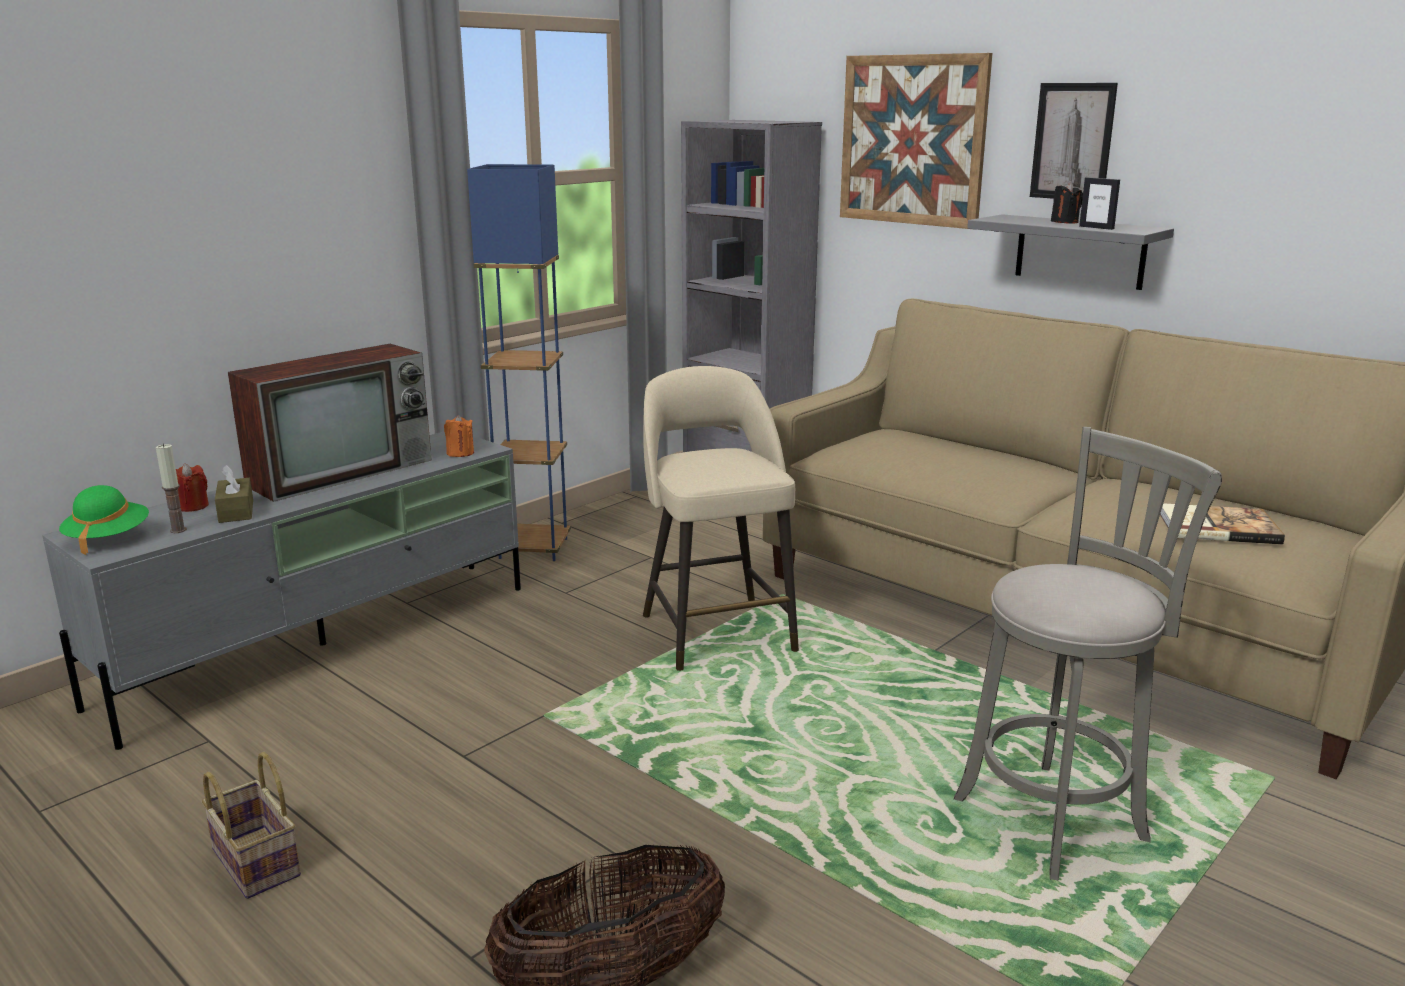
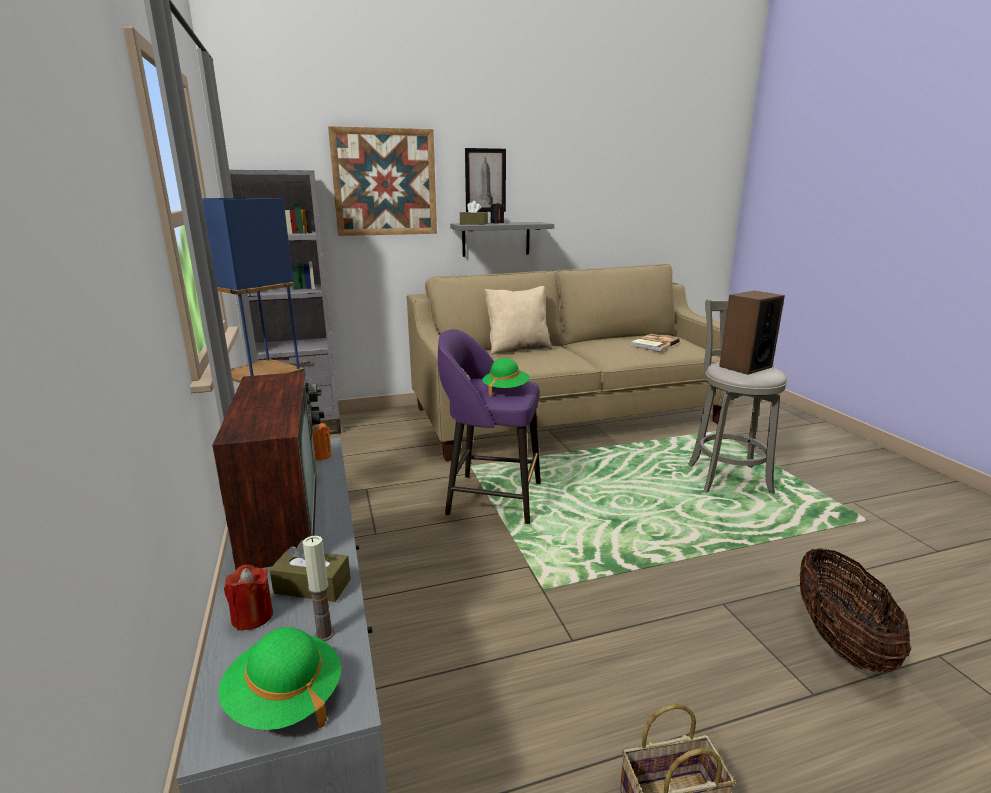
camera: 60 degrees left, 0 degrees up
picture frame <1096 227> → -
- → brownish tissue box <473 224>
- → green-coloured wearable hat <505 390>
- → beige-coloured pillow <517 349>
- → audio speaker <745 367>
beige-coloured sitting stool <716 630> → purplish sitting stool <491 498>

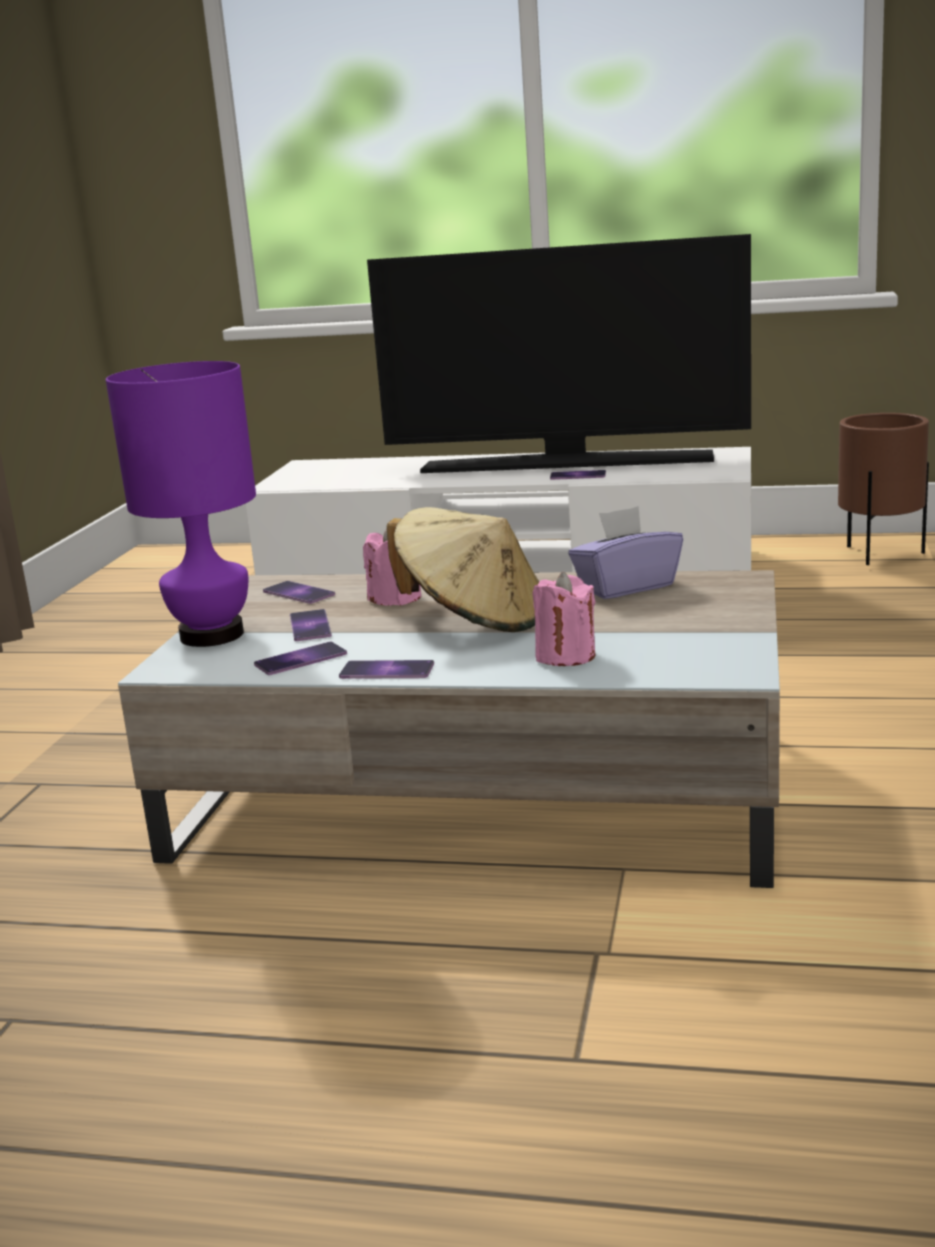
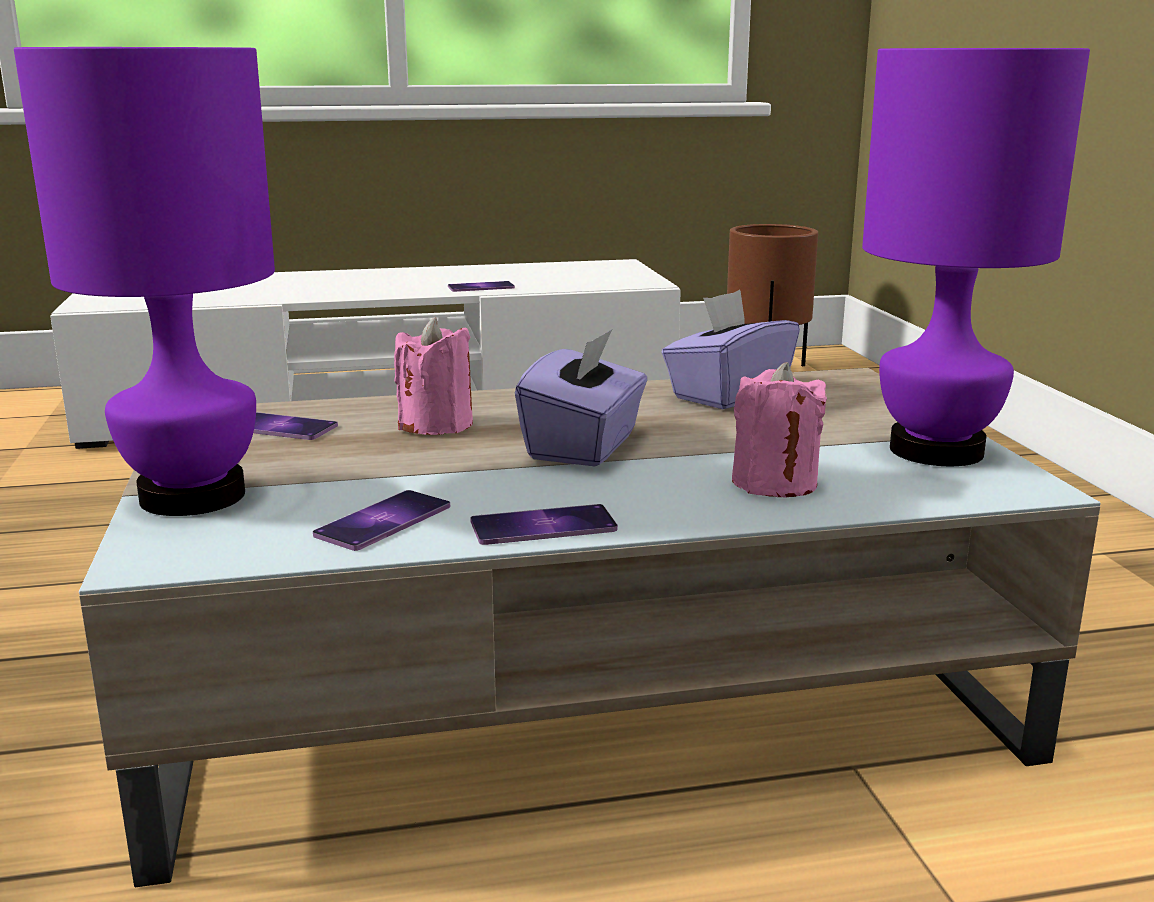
camera: 25 degrees left, 0 degrees up
telephone <310 626> → -
TV <568 464> → -
- → purplish table lamp <938 450>
beige-coloured wearable hat <473 620> → purplish tissue box <585 446>

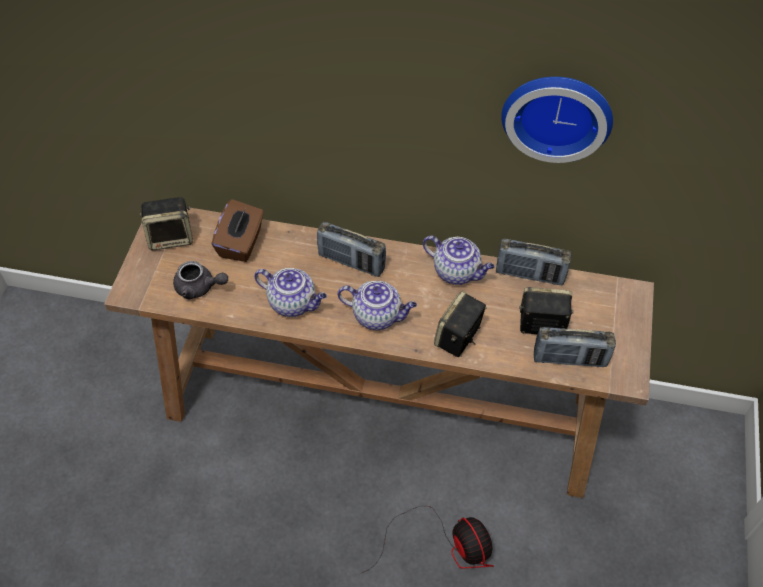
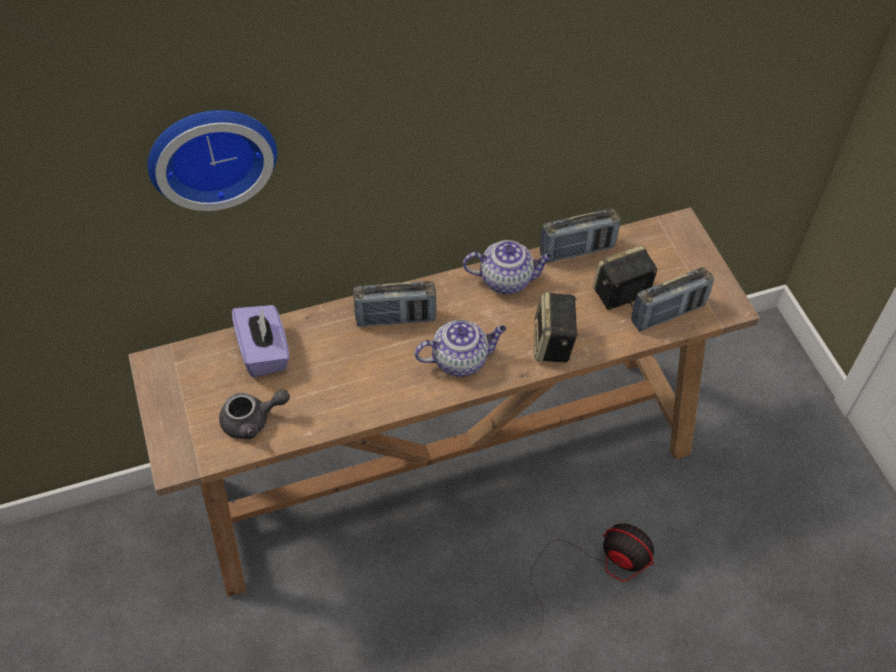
camera: 30 degrees left, 0 degrees up
audio speaker <171 237> → -
teapot <293 303> → -
wall clock <557 113> → wall clock <211 152>, move
brownish tissue box <241 243> → purplish tissue box <265 352>

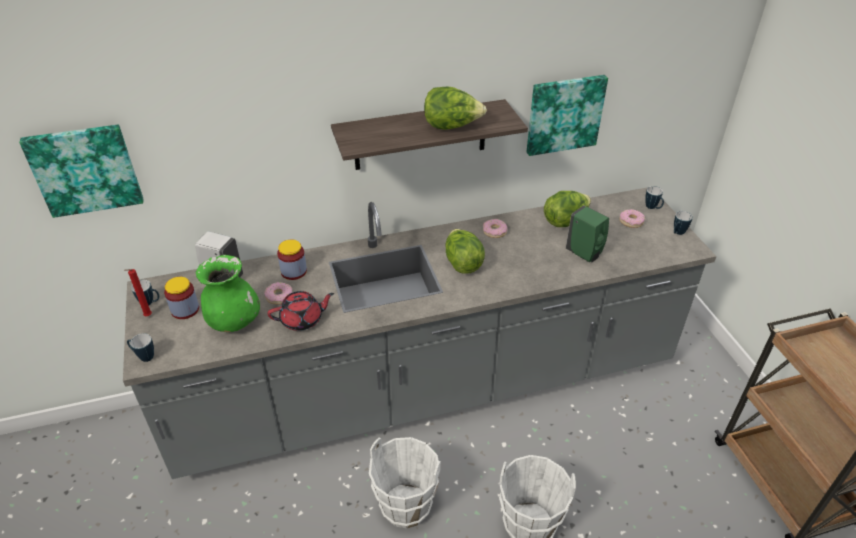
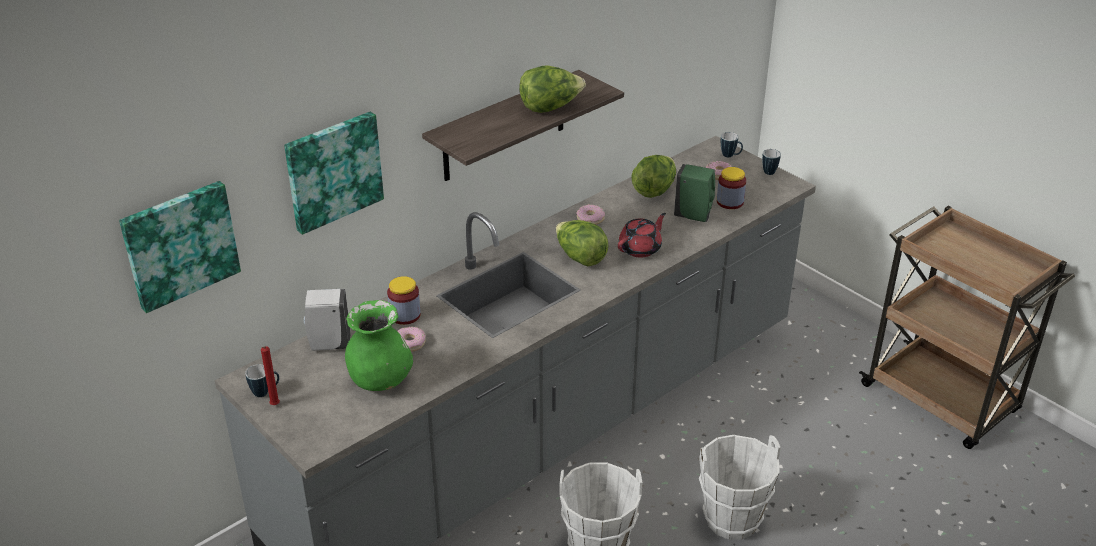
camera: 25 degrees left, 5 degrees down
coffee mug <144 357> → -
preserve jar <185 310> → preserve jar <730 202>, move
reddish teapot <302 320> → reddish teapot <640 248>, move
wall picture <564 114> → wall picture <333 170>, move

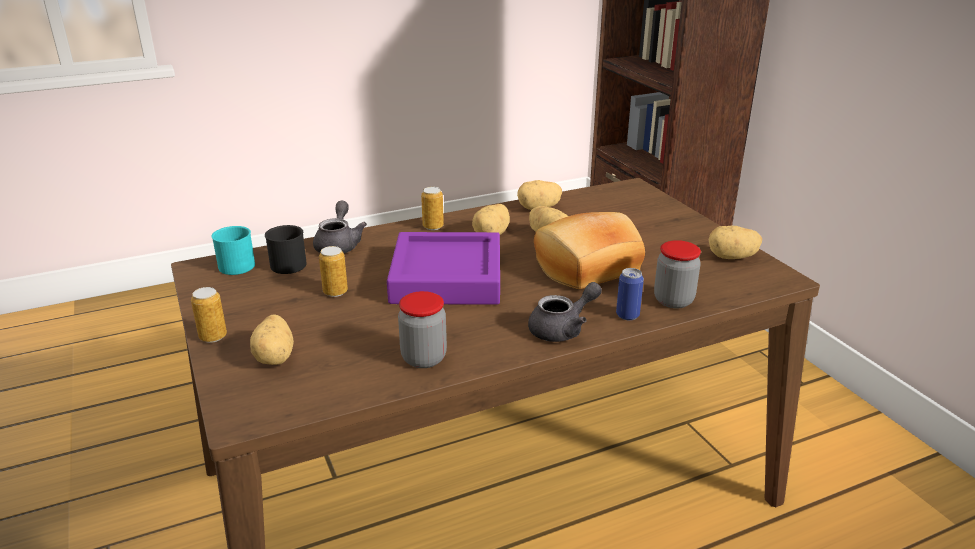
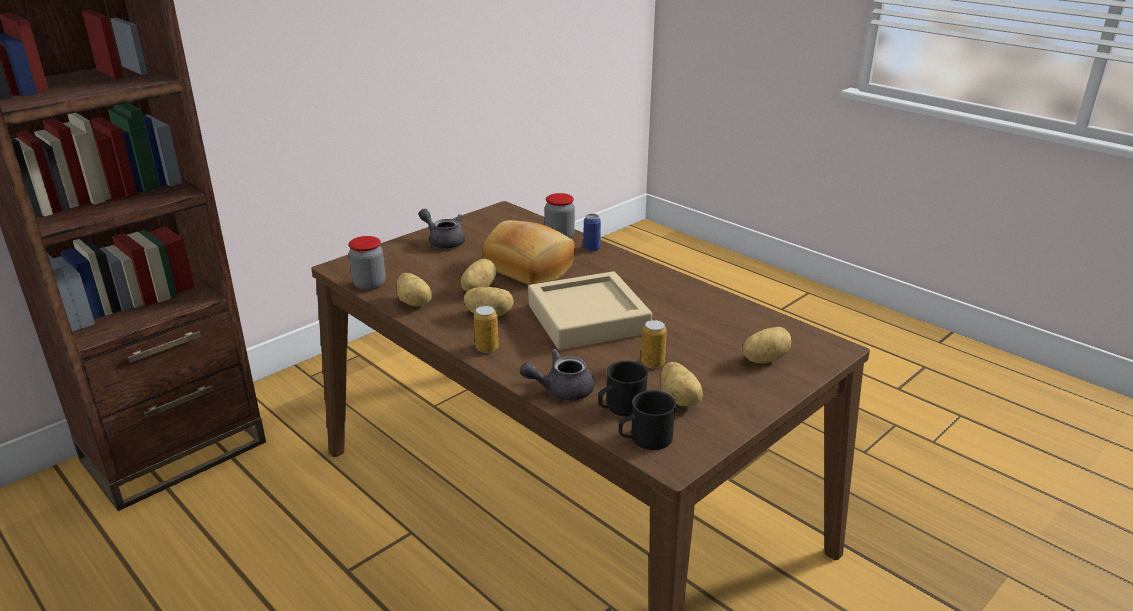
camera: 110 degrees left, 0 degrees up
metal can <213 337> → -
preserve jar <424 358> → preserve jar <369 284>, move
grey teapot <563 329> → grey teapot <444 241>, move
potato <732 257> → potato <680 399>, move
turquoise coffee mug <238 263> → blackish coffee mug <645 439>
purplish serving tray <447 278> → beige-coloured serving tray <588 319>

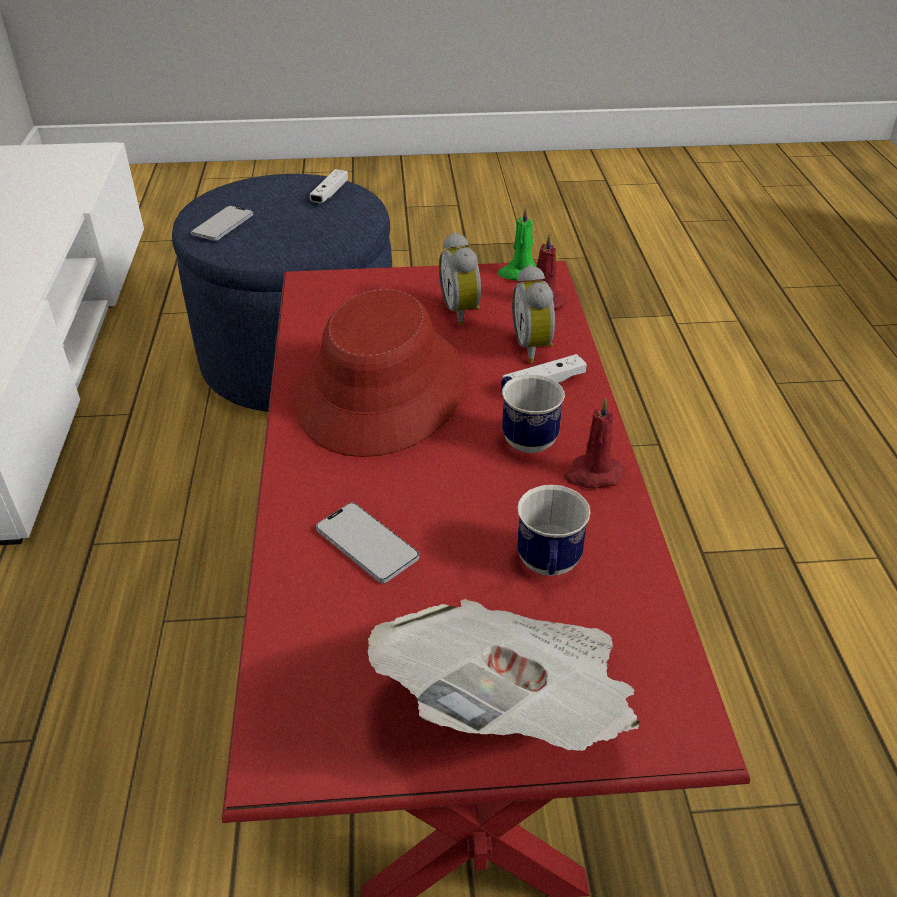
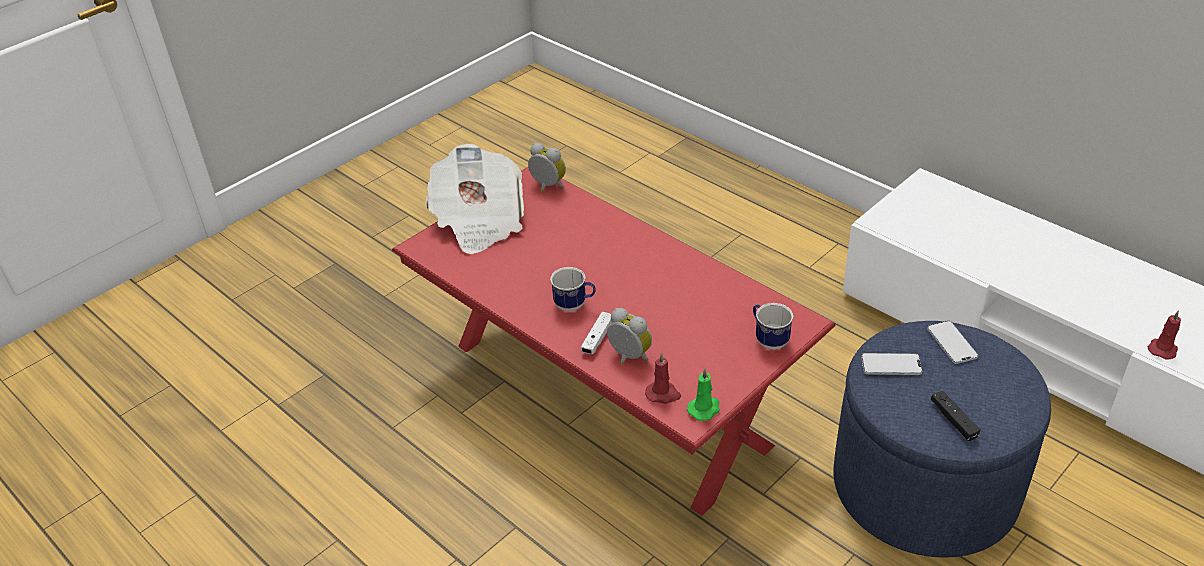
camera: 140 degrees right, 0 degrees up
reddish wearable hat <382 390> → -
telephone <367 544> → telephone <891 365>, move
table clock <463 311> → table clock <547 187>, move
coffee mug <548 568> → coffee mug <768 339>, move
reddish wax light <592 474> → reddish wax light <1162 349>, move
white joypad <330 194> → blackish joypad <953 420>

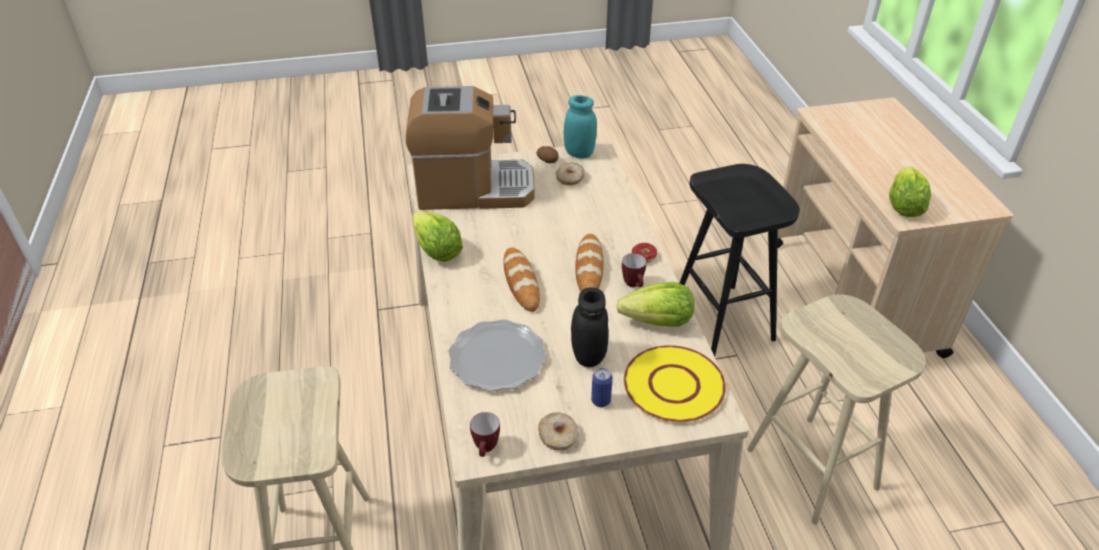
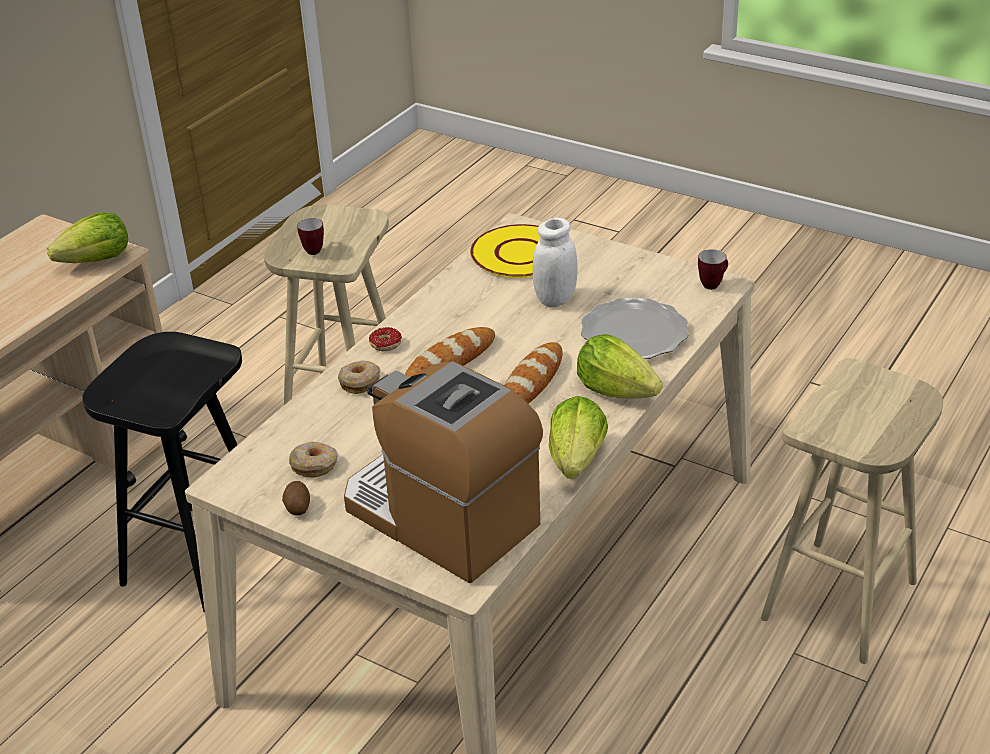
camera: 135 degrees left, 5 degrees down
turquoise preserve jar <579 153> → -
metal can <601 401> → -
ring doughnut <558 436> → ring doughnut <359 382>, move
lettuce <658 322> → lettuce <616 390>, move
coffee mug <634 285> → coffee mug <315 249>, move
blackish preserve jar <588 356> → white preserve jar <555 299>

